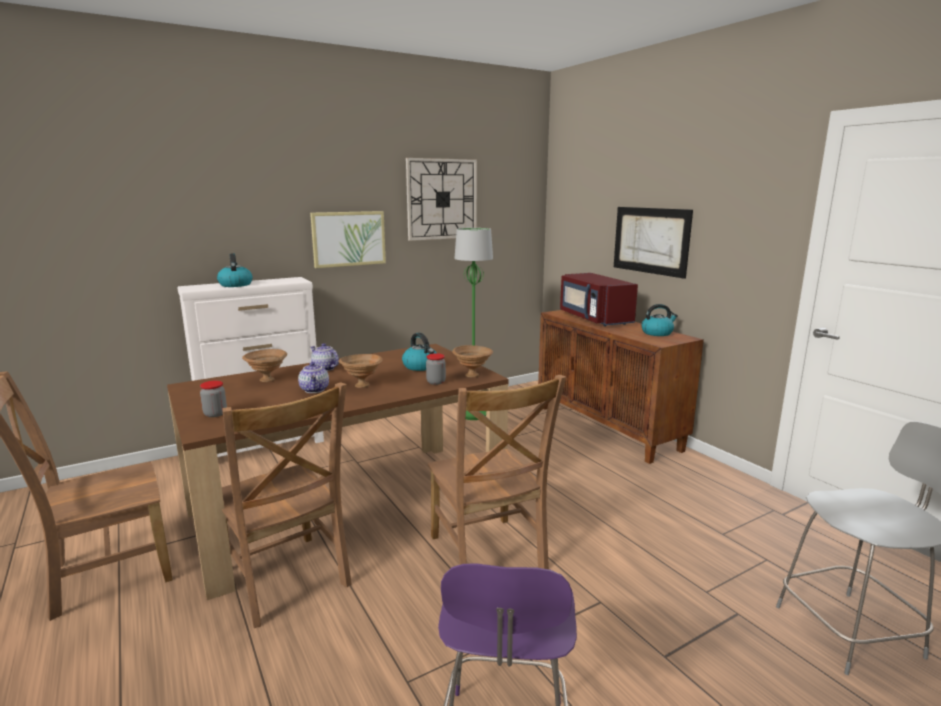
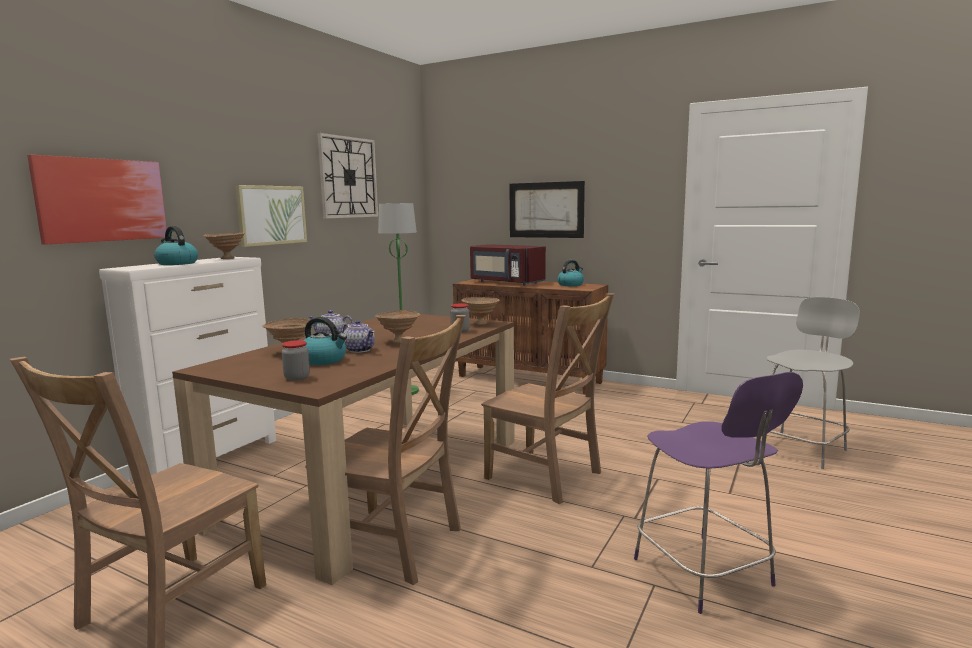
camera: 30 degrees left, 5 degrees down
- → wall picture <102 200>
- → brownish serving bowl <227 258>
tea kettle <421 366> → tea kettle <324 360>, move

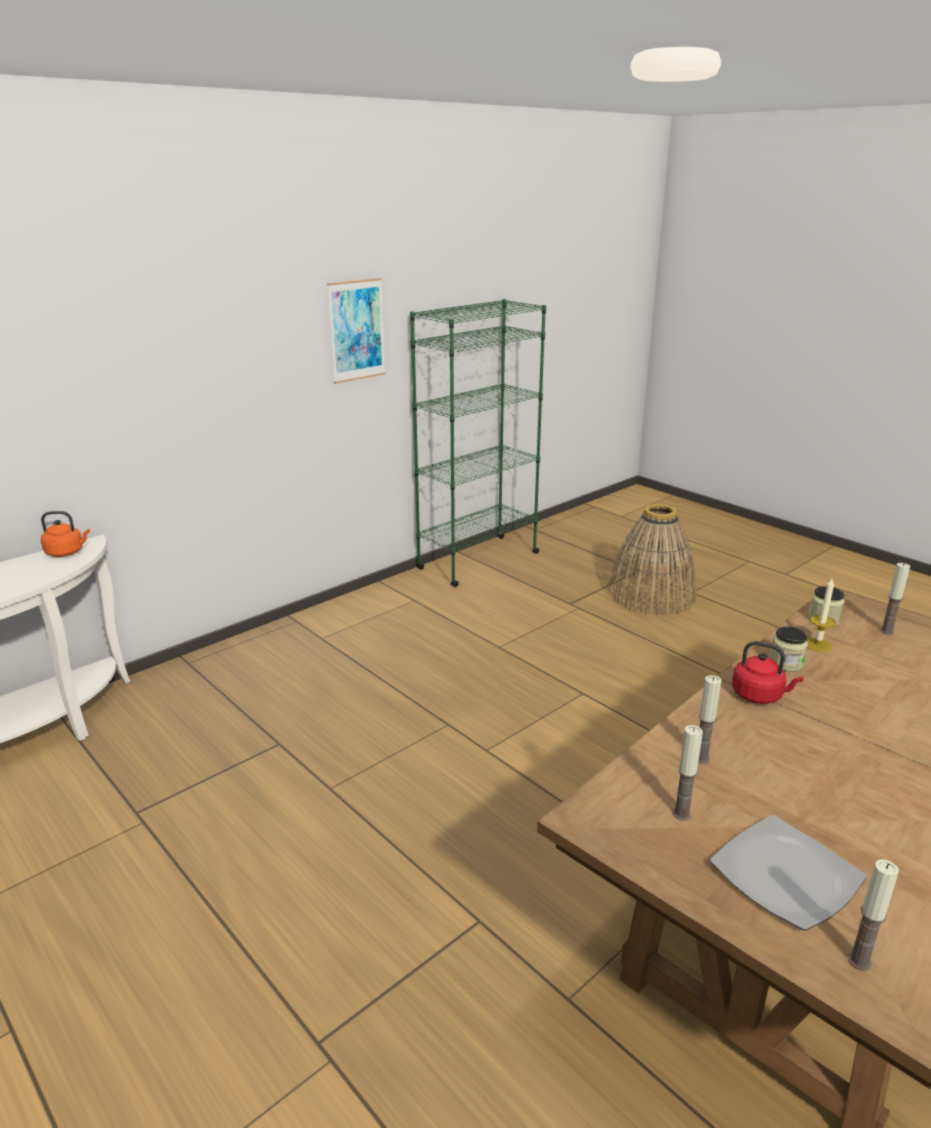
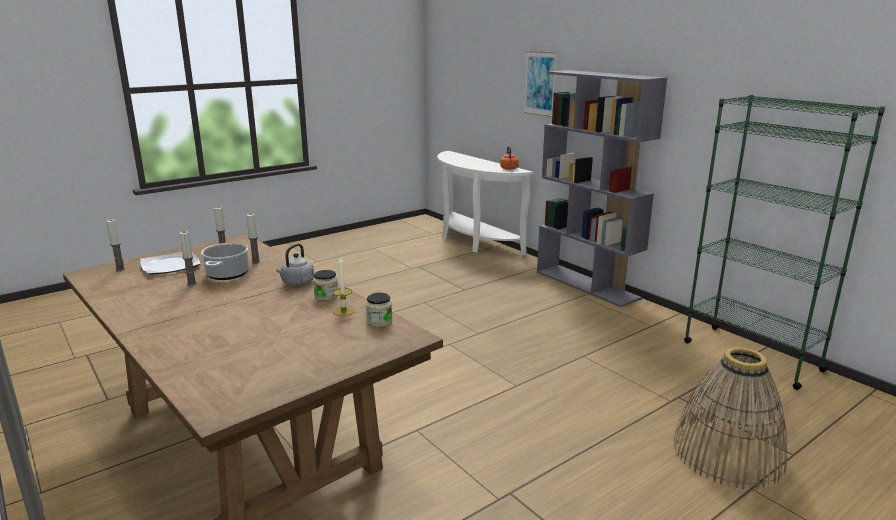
camera: 95 degrees right, 5 degrees down
- → stockpot <227 274>
- → grey bookcase <587 285>
wall picture <357 330> → wall picture <540 83>, move
wax light <886 631> → wax light <192 284>, move
reddish tea kettle <759 695> → grey tea kettle <296 283>

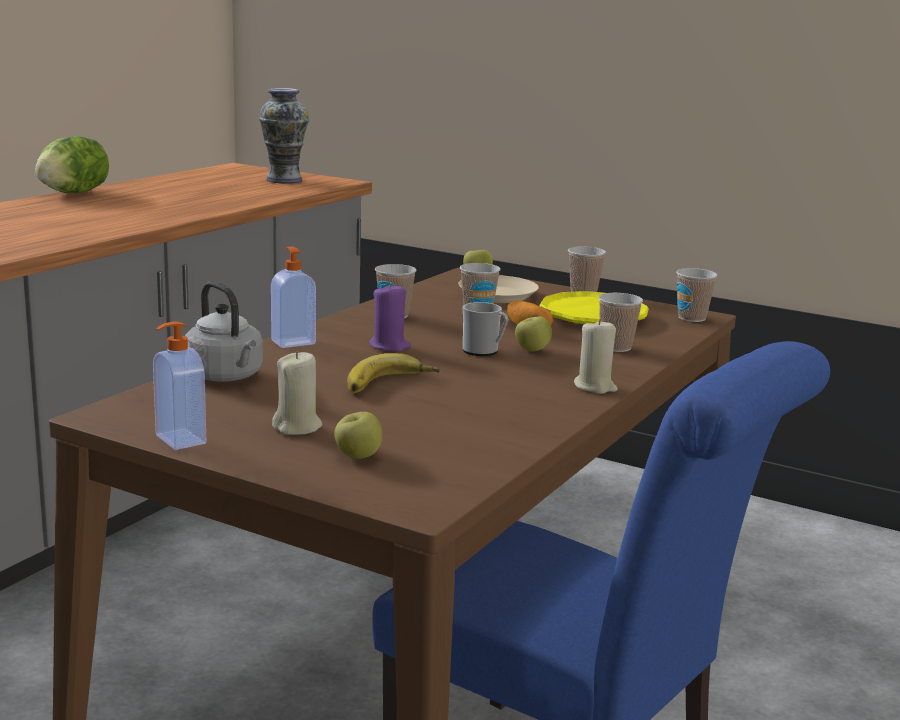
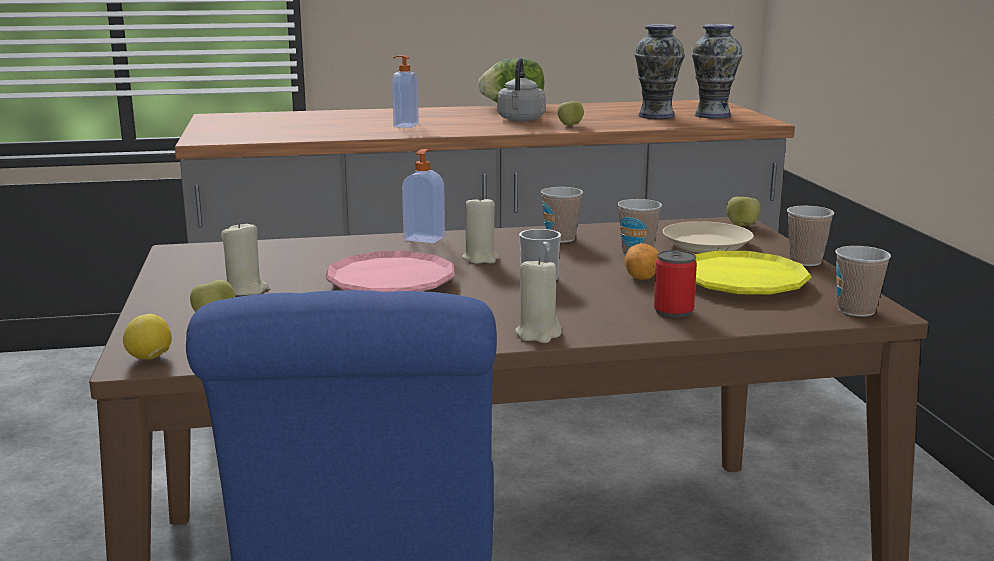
camera: 50 degrees right, 0 degrees up
- → lemon <150 358>
- → vase <655 116>
soap bottle <179 440> → soap bottle <405 125>, move
grey tea kettle <226 377> → grey tea kettle <520 120>, move
whole apple <532 350> → whole apple <570 125>, move
banana <390 384> → pink plate <391 283>
small cup <616 347> → metal can <673 311>
purplish wax light <389 346> → beige-coloured wax light <480 258>

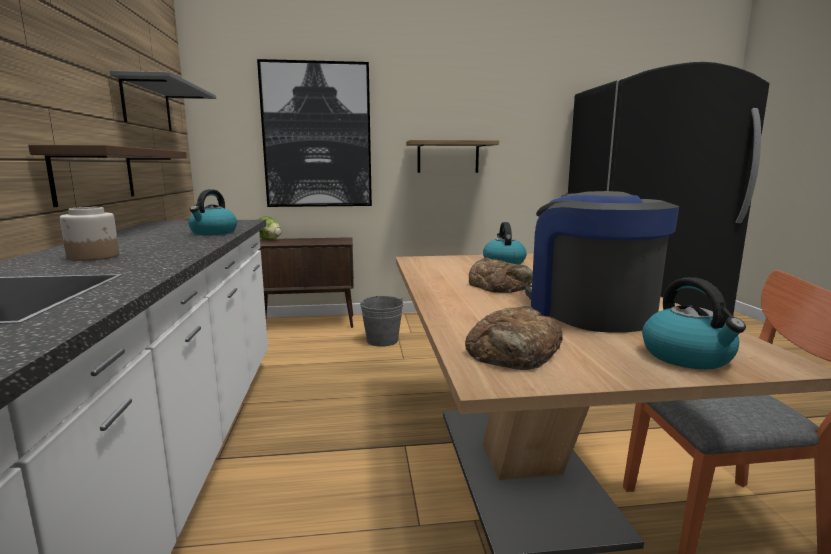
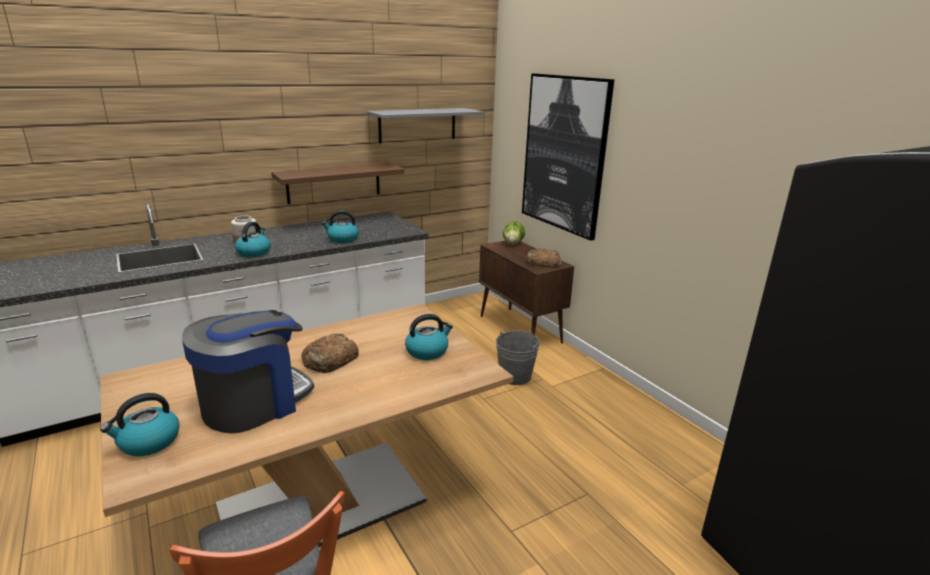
camera: 65 degrees right, 10 degrees up
wall shelf <448 157> → -
- → tea kettle <254 252>
bread <514 351> → bread <543 263>, move

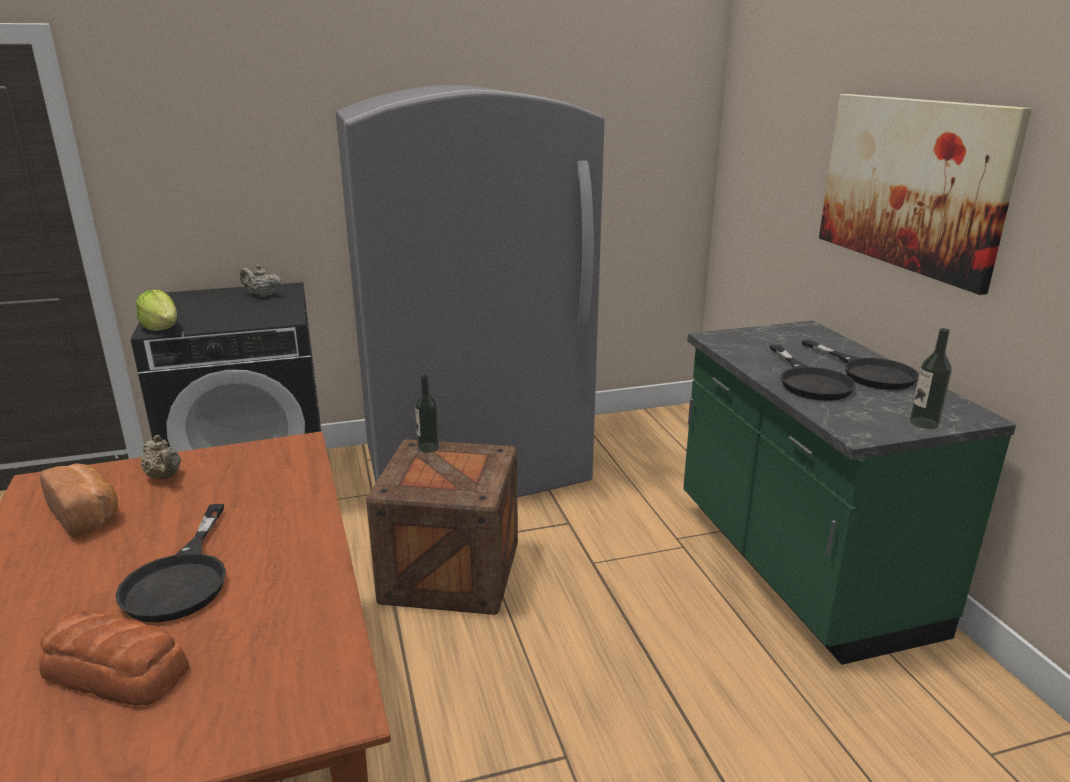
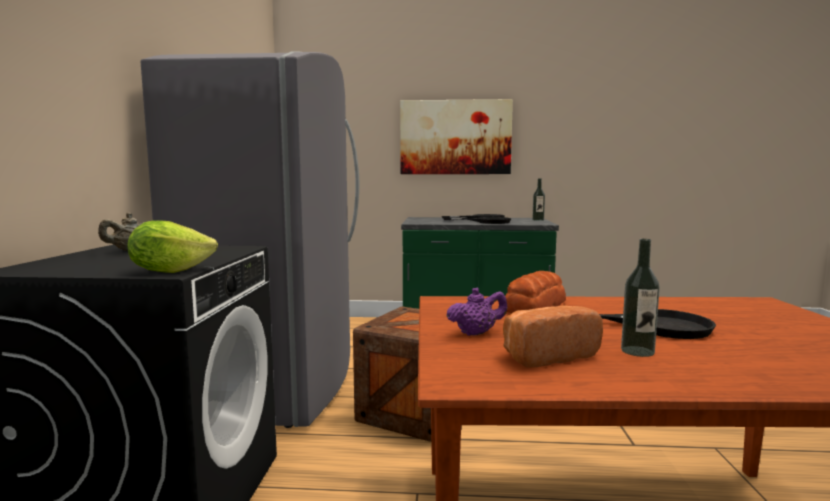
camera: 70 degrees left, 15 degrees down
bread <117 672> → bread <535 306>, move
beverage bottle <428 447> → beverage bottle <637 351>, move
beige-coloured teapot <164 477> → purplish teapot <476 333>

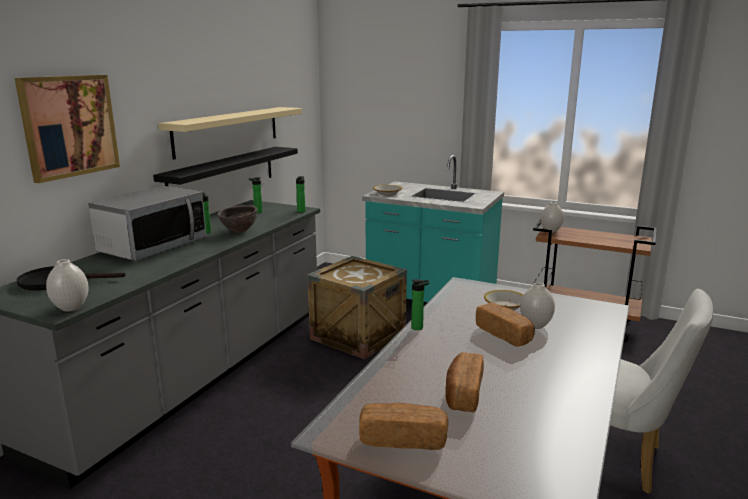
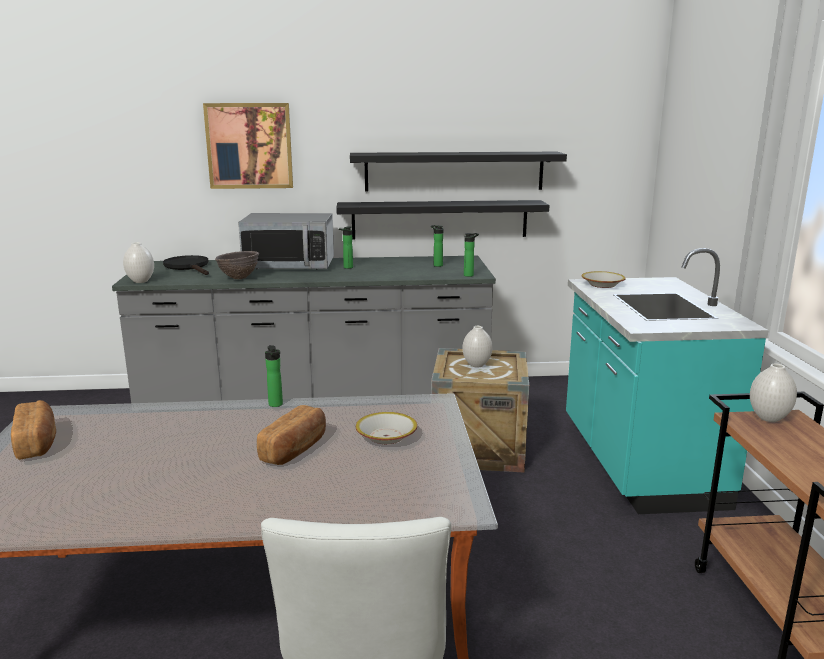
camera: 60 degrees right, 0 degrees up
bread <463 394> → -
brownish serving bowl <239 232> → brownish serving bowl <239 278>, move
white vase <534 326> → white vase <476 365>, move
beige-coloured wall shelf <228 130> → blackish wall shelf <454 171>

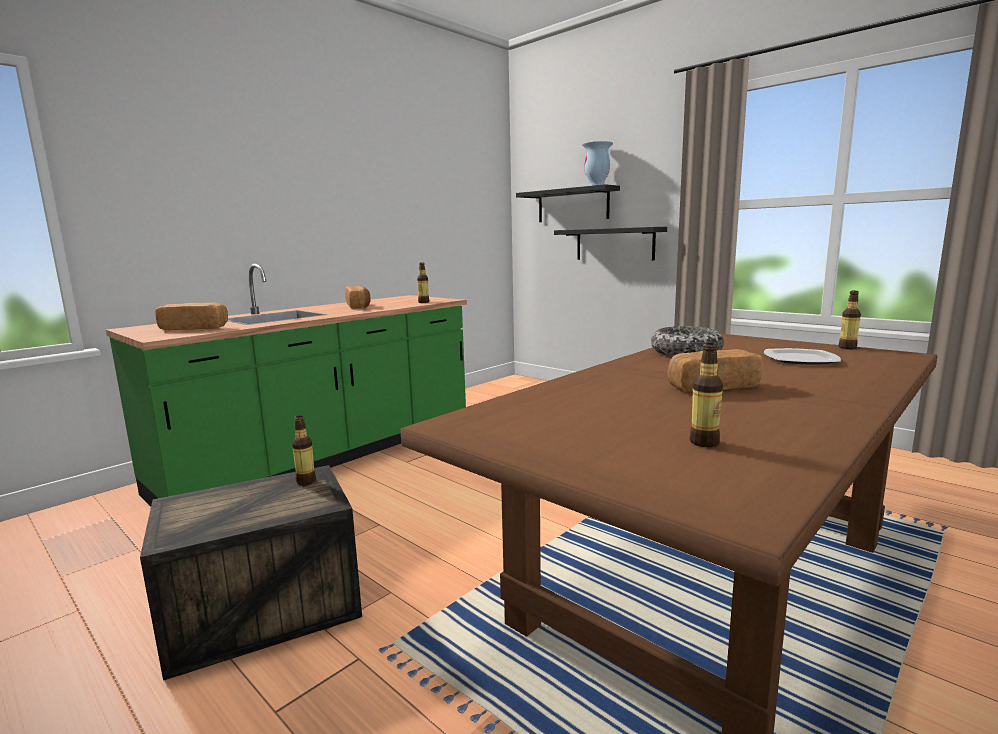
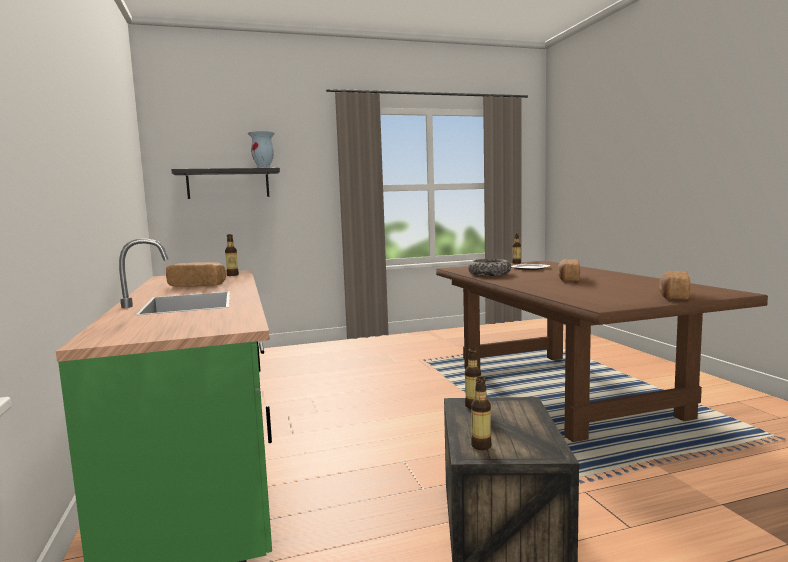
camera: 60 degrees left, 5 degrees down
blackish wall shelf <614 244> → -
bread <195 328> → bread <673 296>, move
beverage bottle <704 442> → beverage bottle <481 446>, move

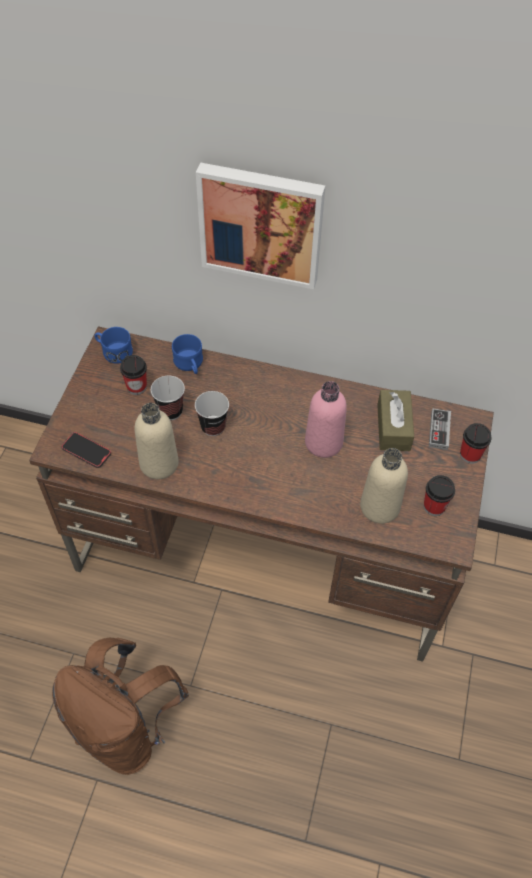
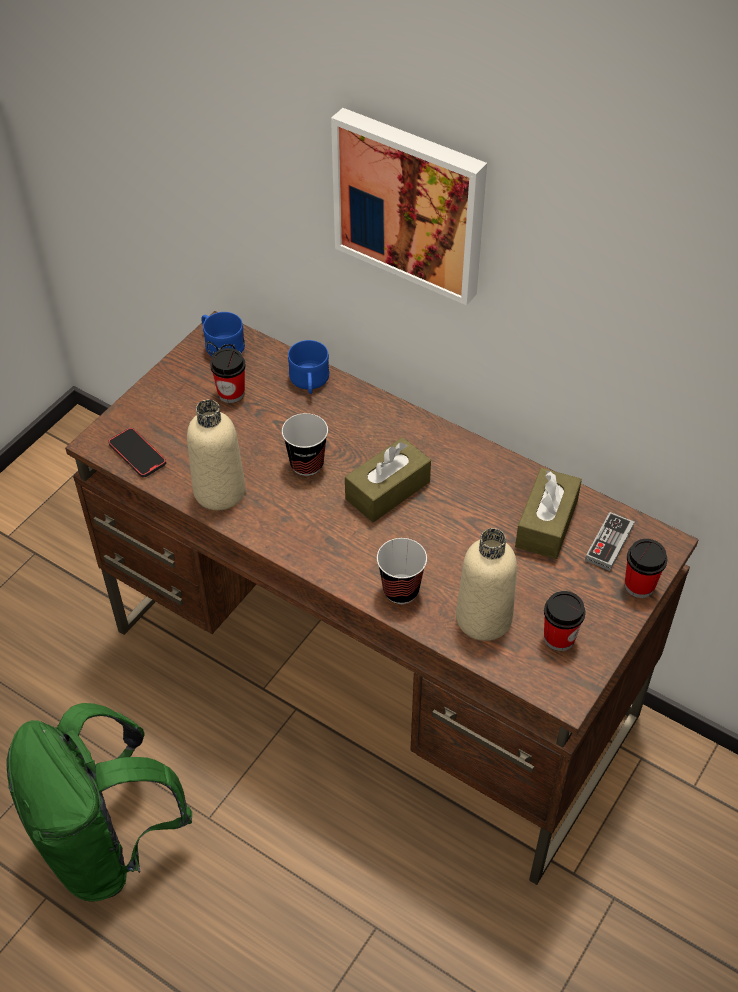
camera: 20 degrees right, 5 degrees down
pink beverage bottle <323 442> → -
- → brownish tissue box <387 490>
small cup <170 411> → small cup <401 590>, move
brownish backpack <126 726> → green-coloured backpack <108 843>

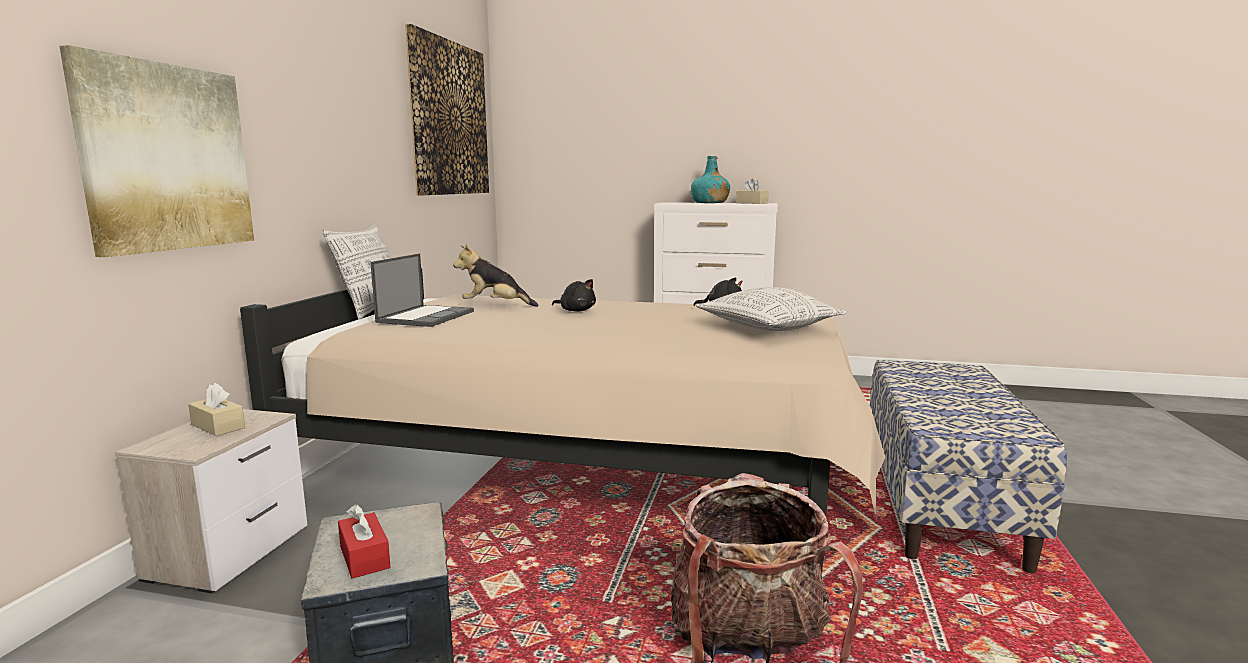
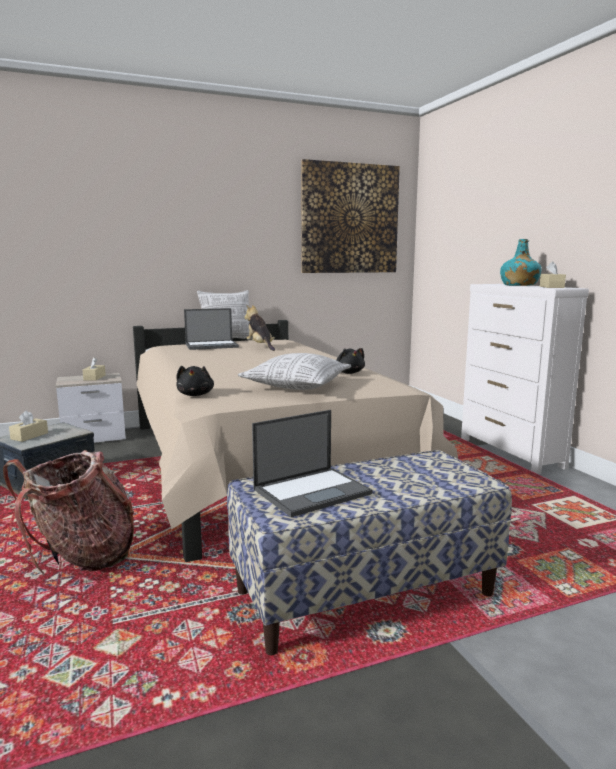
camera: 55 degrees right, 0 degrees up
wall picture <167 158> → -
- → laptop <313 491>
blackish soft toy <576 311> → blackish soft toy <195 395>, move
reddish tissue box <364 557> → beige-coloured tissue box <29 436>

